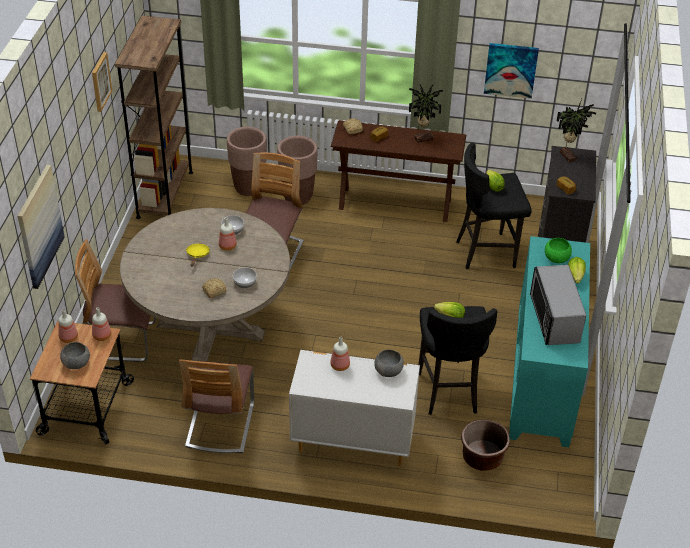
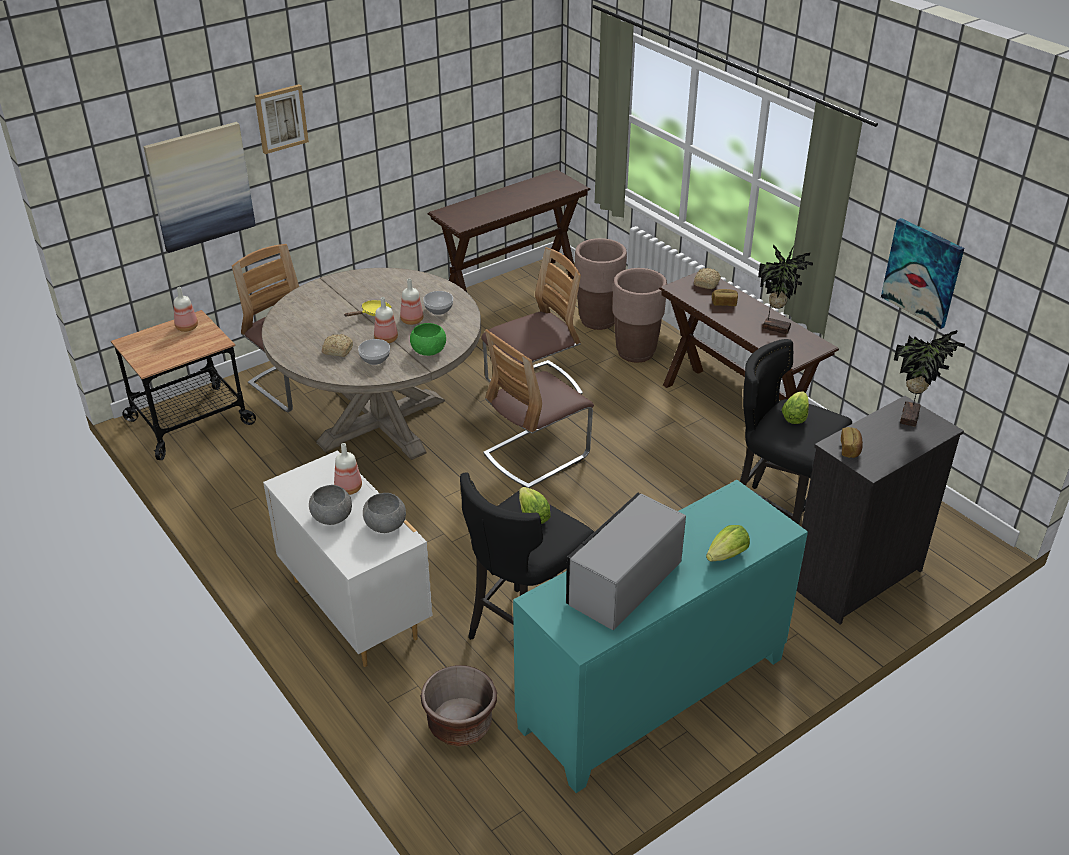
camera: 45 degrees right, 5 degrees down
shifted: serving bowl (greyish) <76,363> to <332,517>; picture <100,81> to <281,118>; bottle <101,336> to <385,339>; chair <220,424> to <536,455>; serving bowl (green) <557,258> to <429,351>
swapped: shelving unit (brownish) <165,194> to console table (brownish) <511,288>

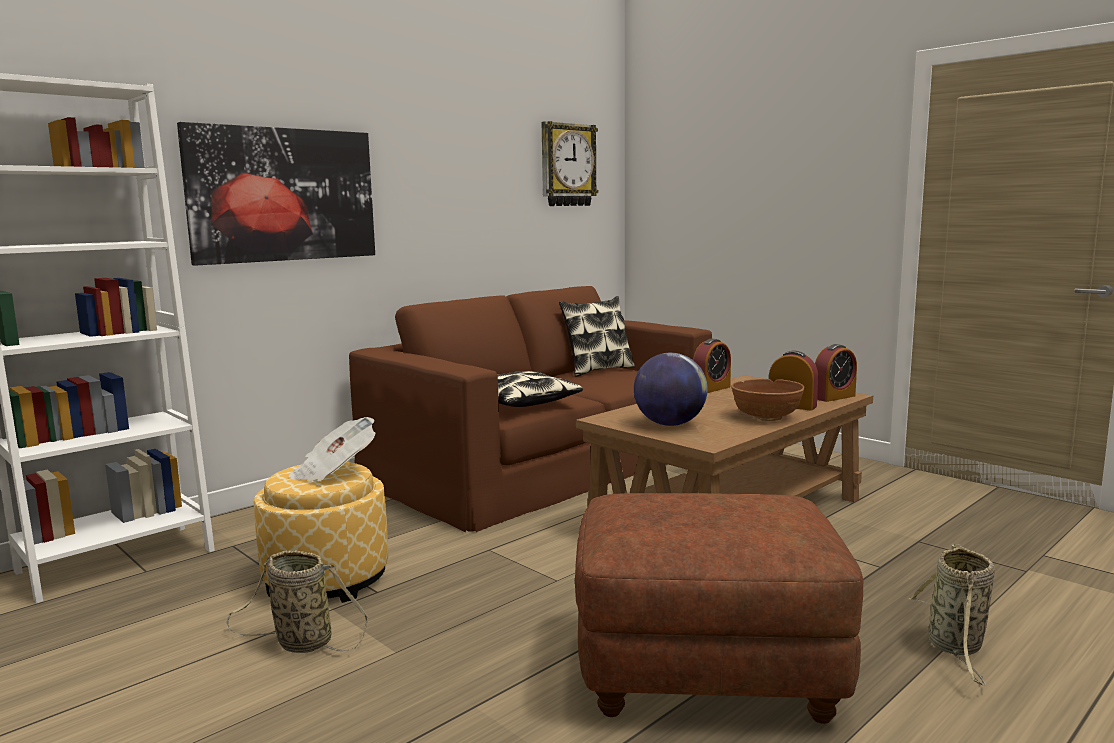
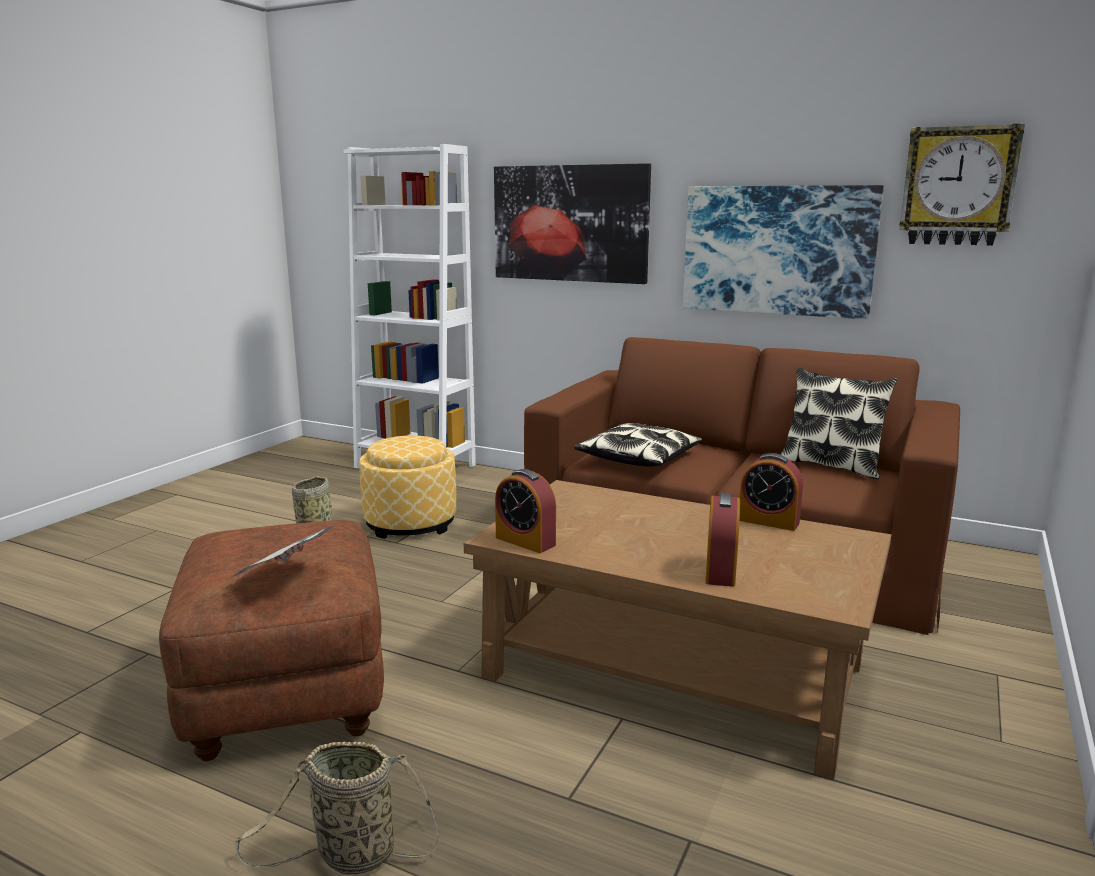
camera: 70 degrees right, 5 degrees up
gone: globe <669,424>; serving bowl (brownish) <766,417>
new: picture <777,250>
shifted: printed paper <334,472> to <283,578>; bedside clock <834,397> to <525,541>

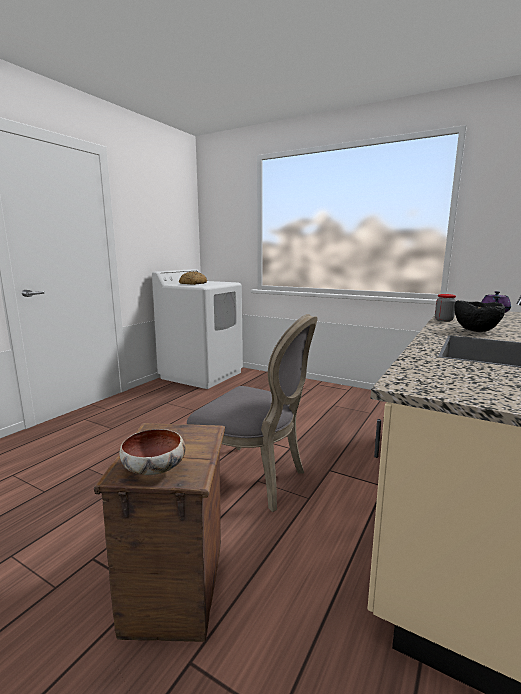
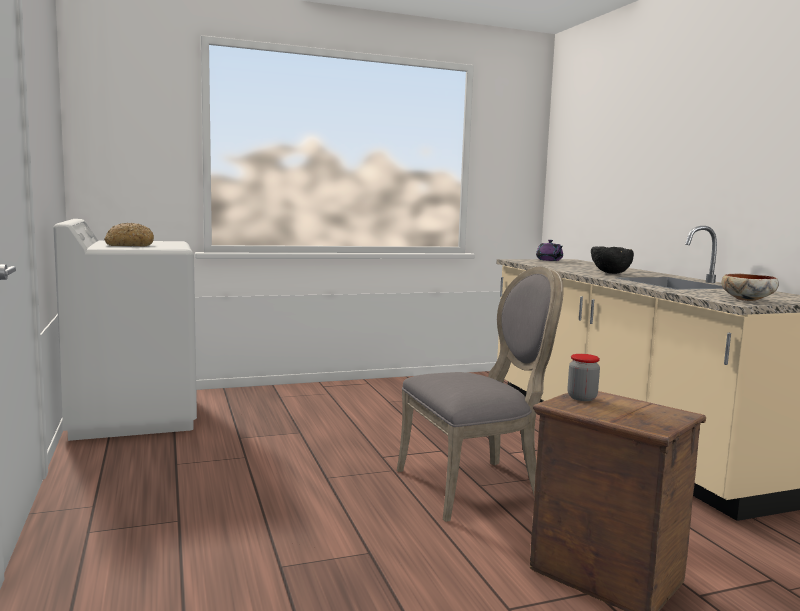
camera: 50 degrees left, 5 degrees down
shifted: serving bowl <155,469> to <748,300>; preserve jar <443,320> to <582,398>

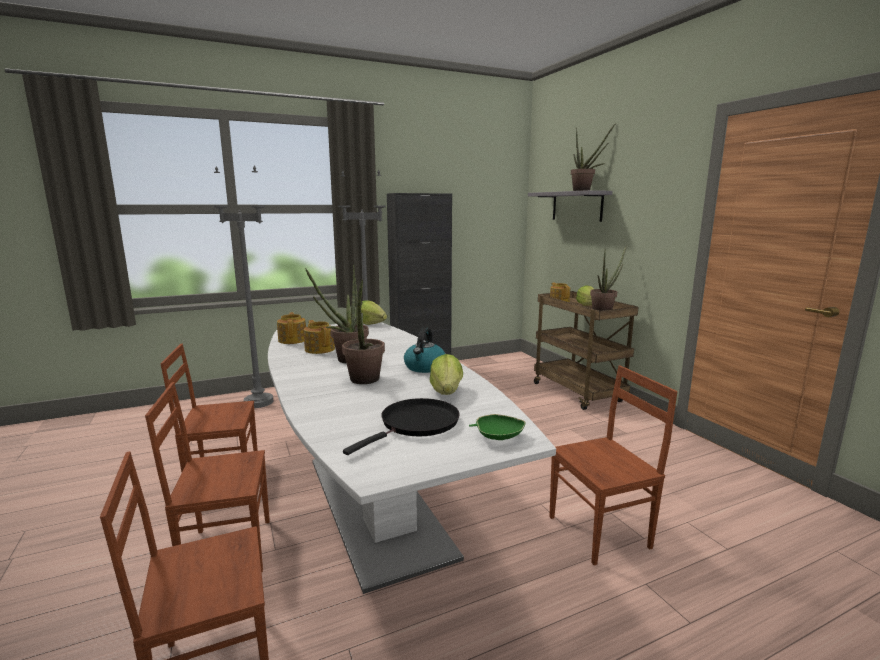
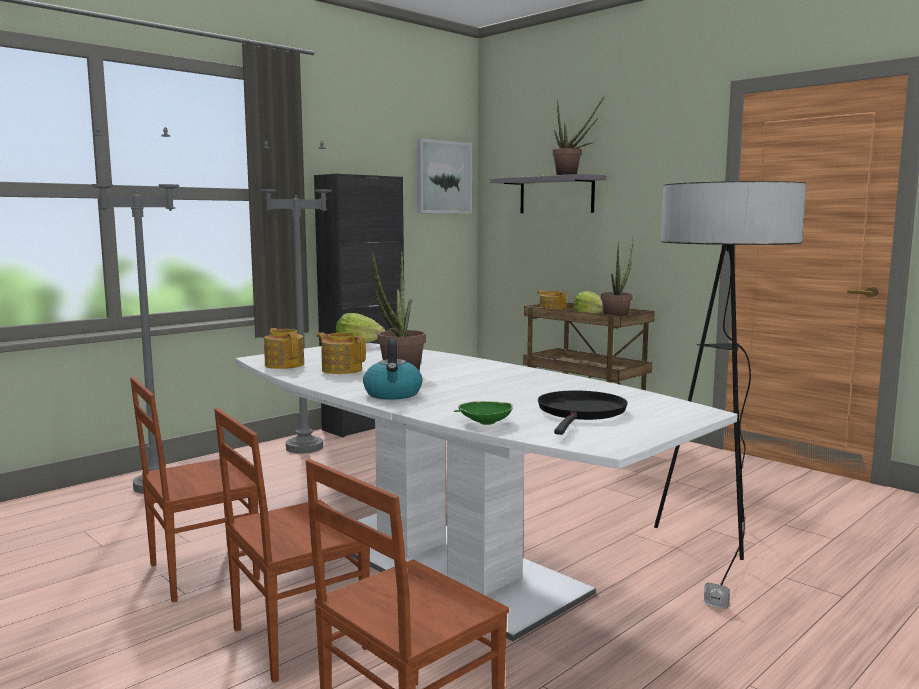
camera: 20 degrees left, 5 degrees down
gone: plant in a pot <365,381>; lettuce head <446,392>
new: picture <443,177>
shifted: kettle <425,367> to <393,394>; serving bowl (green) <497,437> to <484,423>
swapped: chair (brownish) <601,532> to floor lamp <712,546>

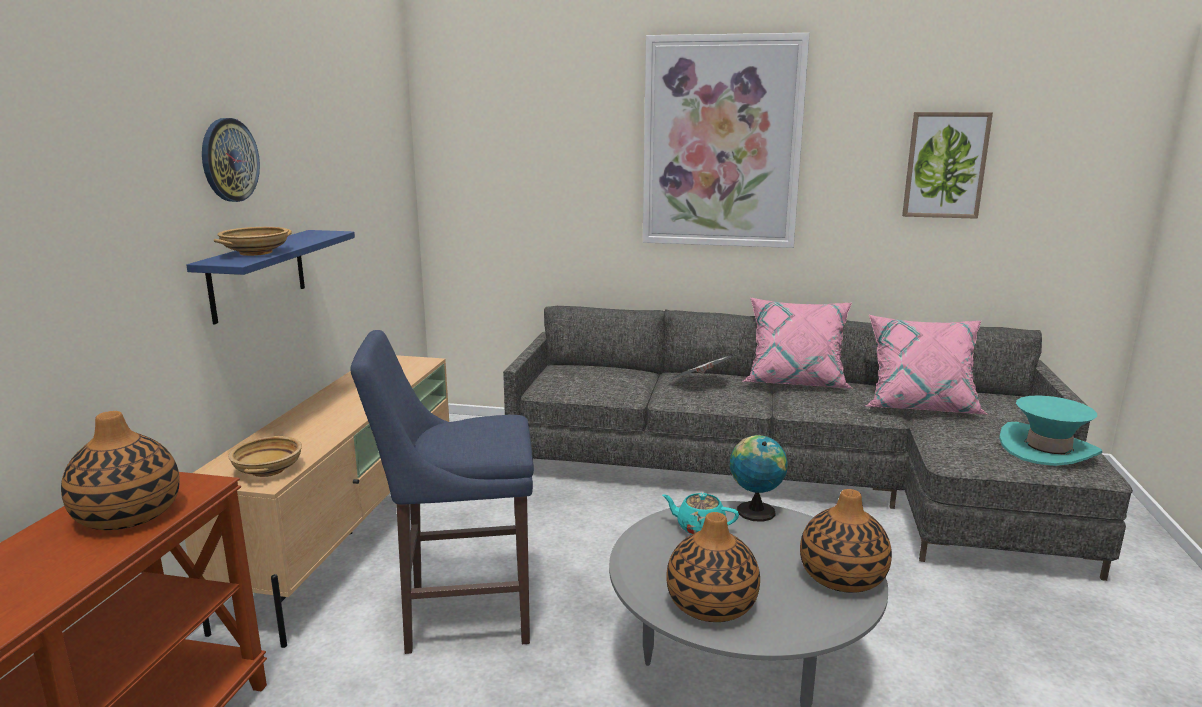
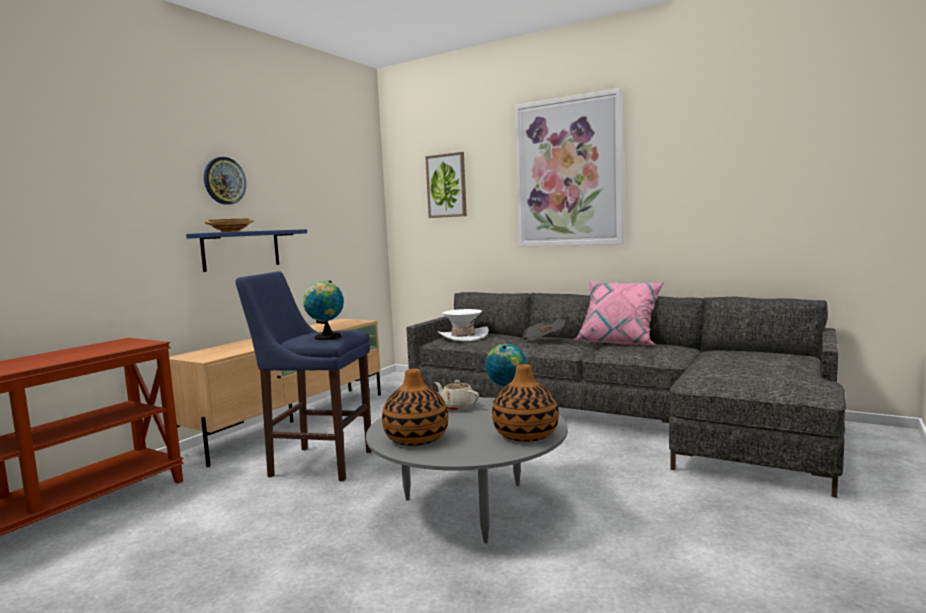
camera: 20 degrees right, 10 degrees down
gone: vase <127,515>; serving bowl (beige-coloured) <268,470>; throw pillow (pinkish) <920,405>; wearable hat (blue-green) <1048,449>
new: globe <325,337>; wearable hat (whitish) <463,336>
shifted: picture <945,165> to <446,185>
repainted: pot for tea (blue-green) <699,528> to pot for tea (beige-coloured) <457,407>

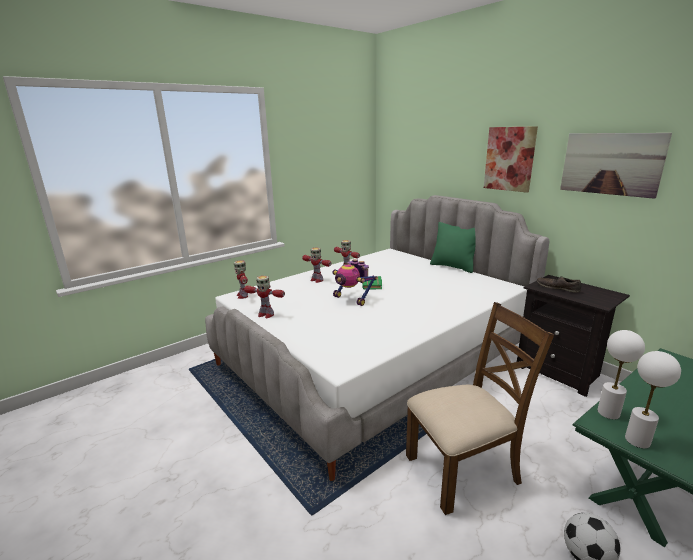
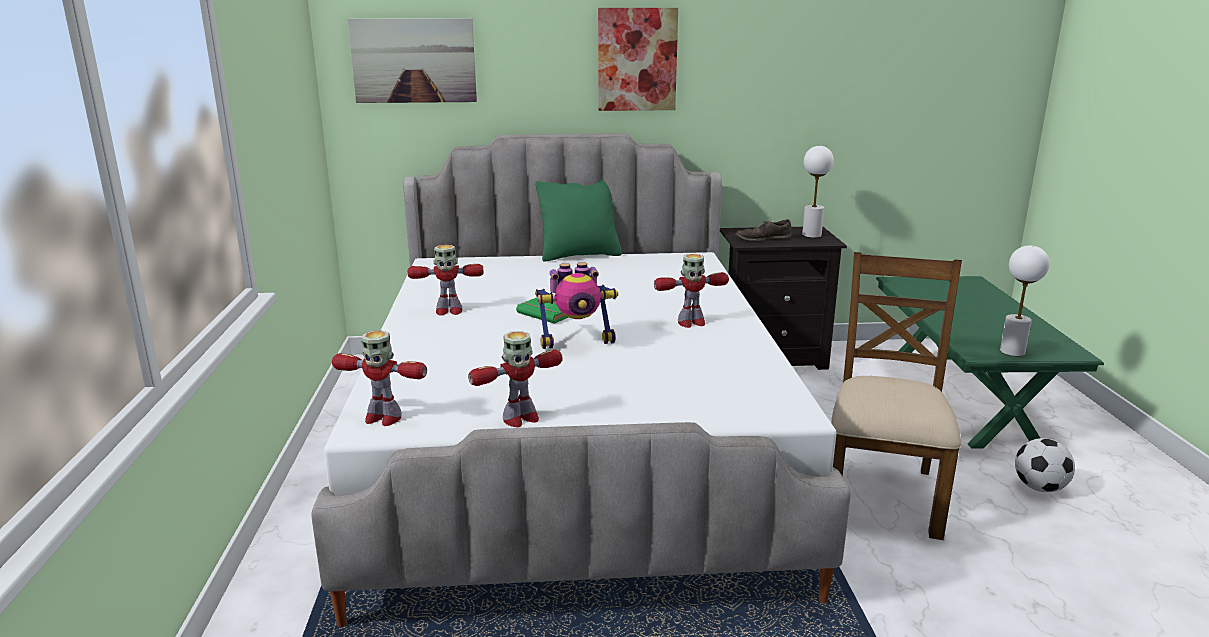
camera: 55 degrees left, 0 degrees up
shifted: toy robot <316,280> to <690,323>; picture <611,164> to <413,60>; tabletop lamp (whitish) <608,413> to <811,235>

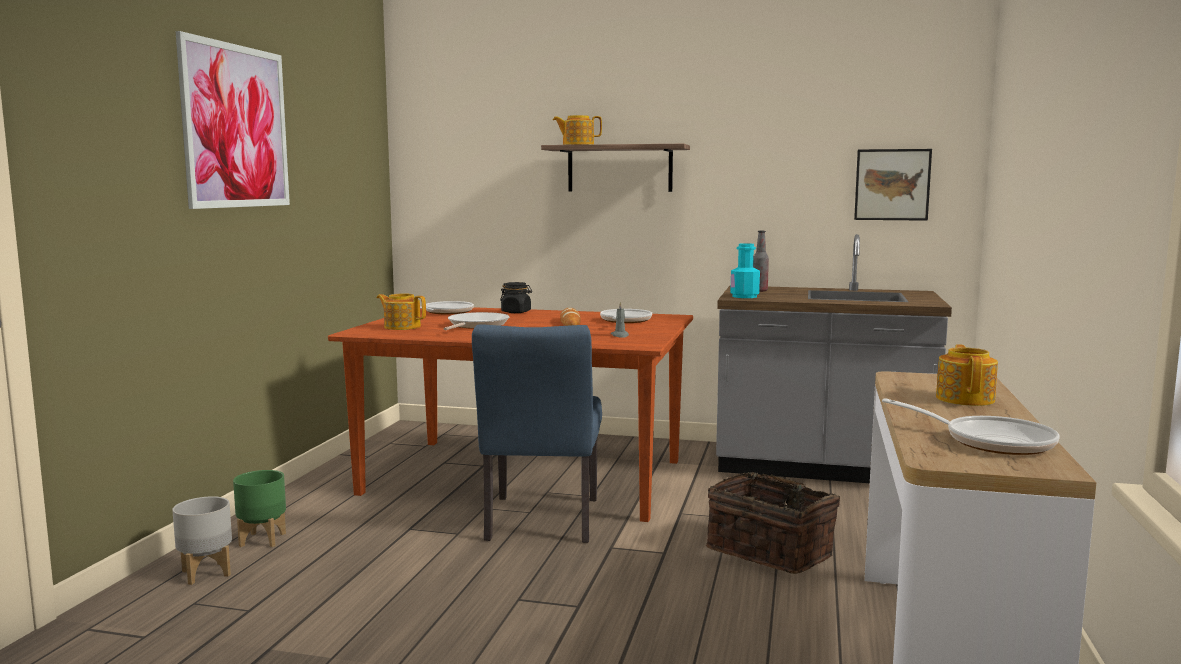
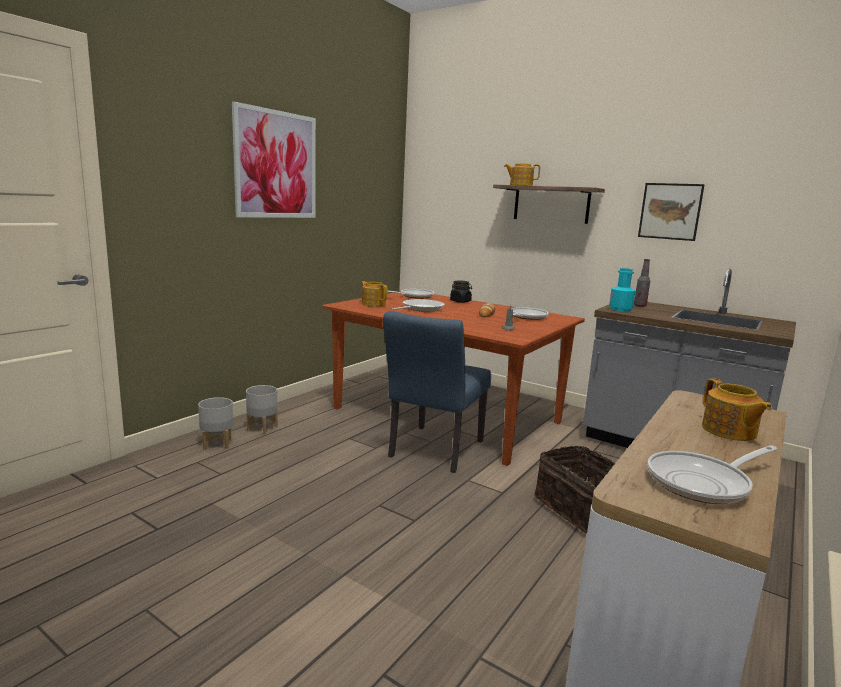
camera: 20 degrees right, 5 degrees up
shifted: picture <892,184> to <670,211>
repainted: planter (green) <263,539> to planter (greyish) <262,428>
rotated: frying pan <990,441> = <703,483> 90 degrees clockwise; pot for tea <965,399> = <729,431> 135 degrees clockwise

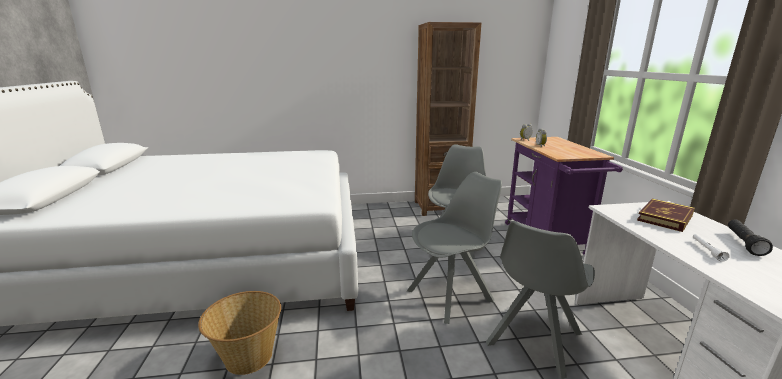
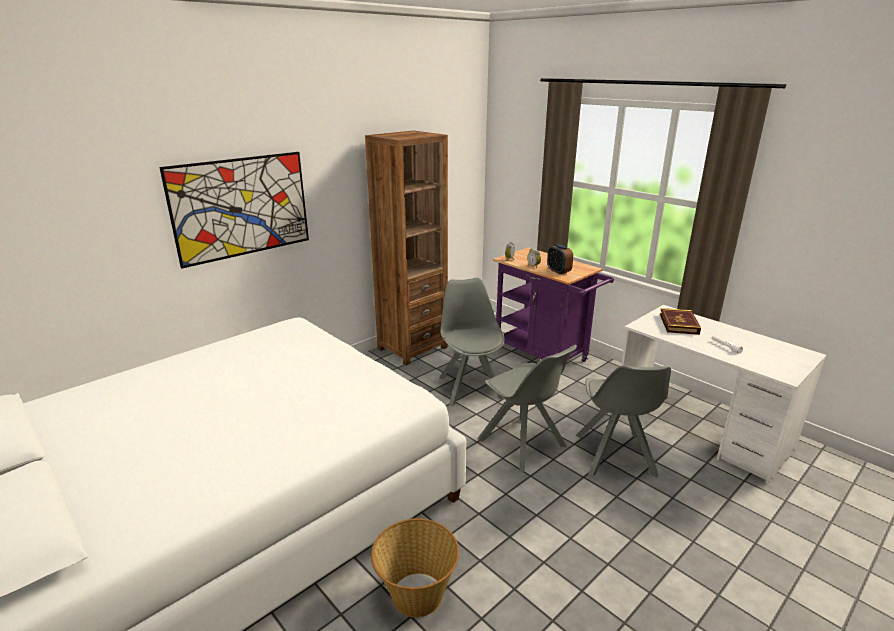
camera: 35 degrees left, 5 degrees up
gone: torch (black-coloured) <743,243>
new: picture <242,207>; bedside clock <558,271>
rotated: chair (greyish) <451,295> = <523,444> 120 degrees clockwise

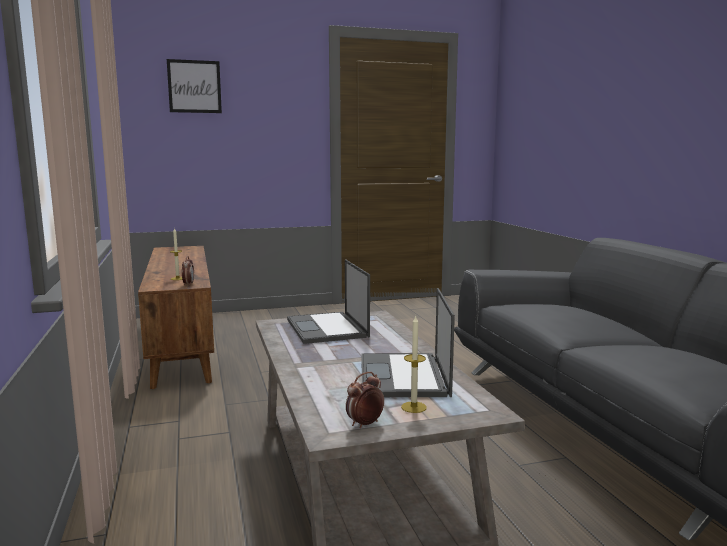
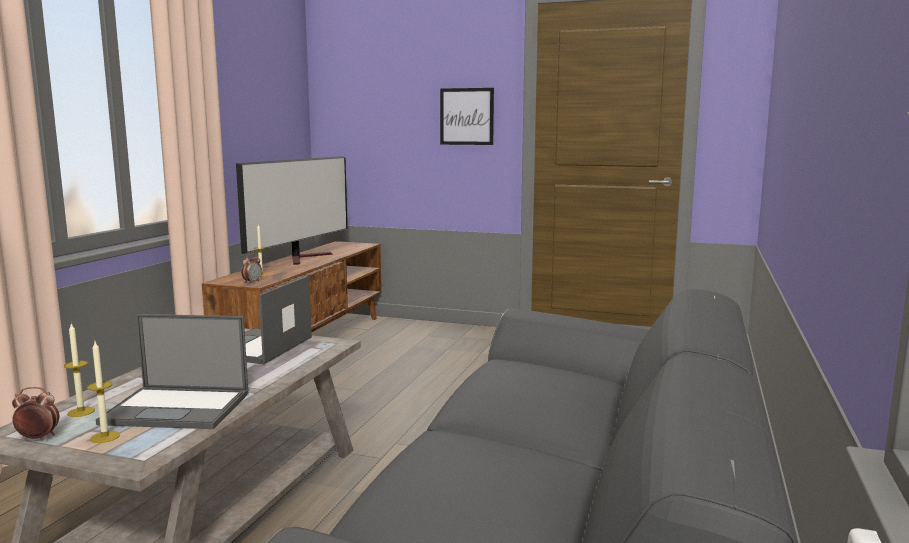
camera: 35 degrees right, 0 degrees up
new: wax light <81,412>; television <305,258>
shifted: picture <194,86> to <466,116>
rotated: notebook computer <403,376> = <179,408> 120 degrees counterclockwise

